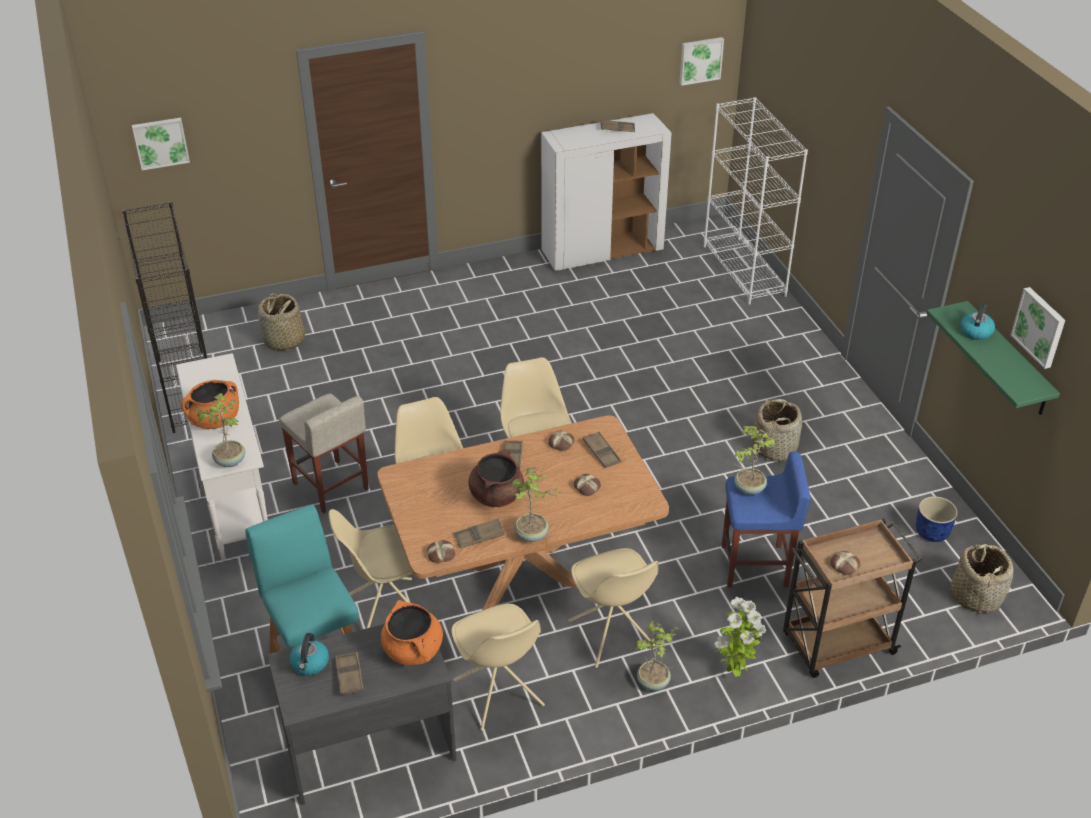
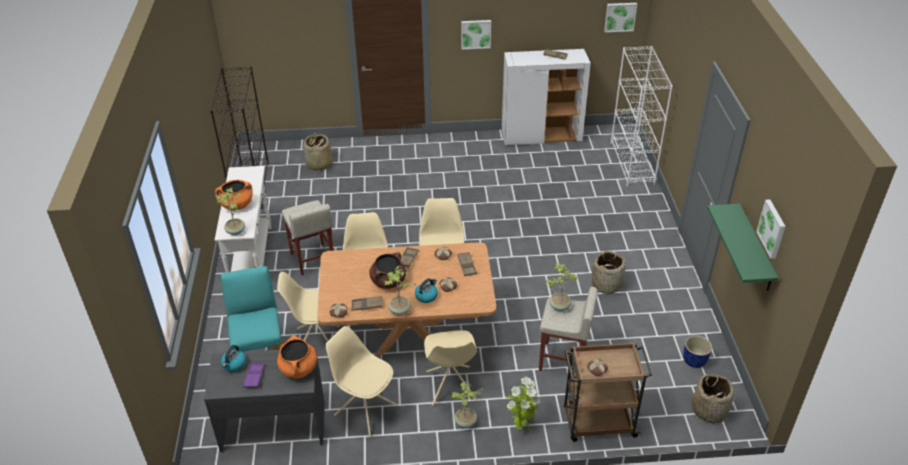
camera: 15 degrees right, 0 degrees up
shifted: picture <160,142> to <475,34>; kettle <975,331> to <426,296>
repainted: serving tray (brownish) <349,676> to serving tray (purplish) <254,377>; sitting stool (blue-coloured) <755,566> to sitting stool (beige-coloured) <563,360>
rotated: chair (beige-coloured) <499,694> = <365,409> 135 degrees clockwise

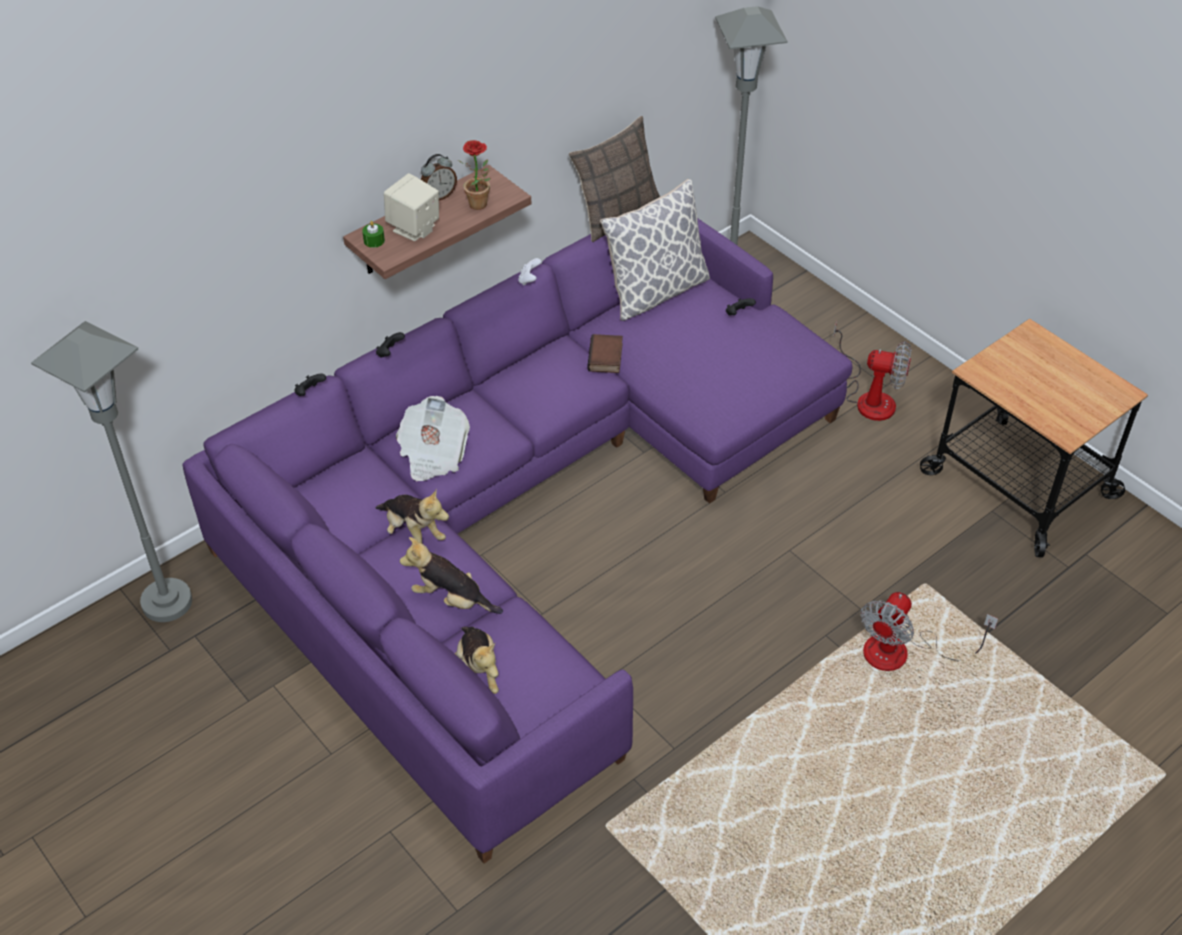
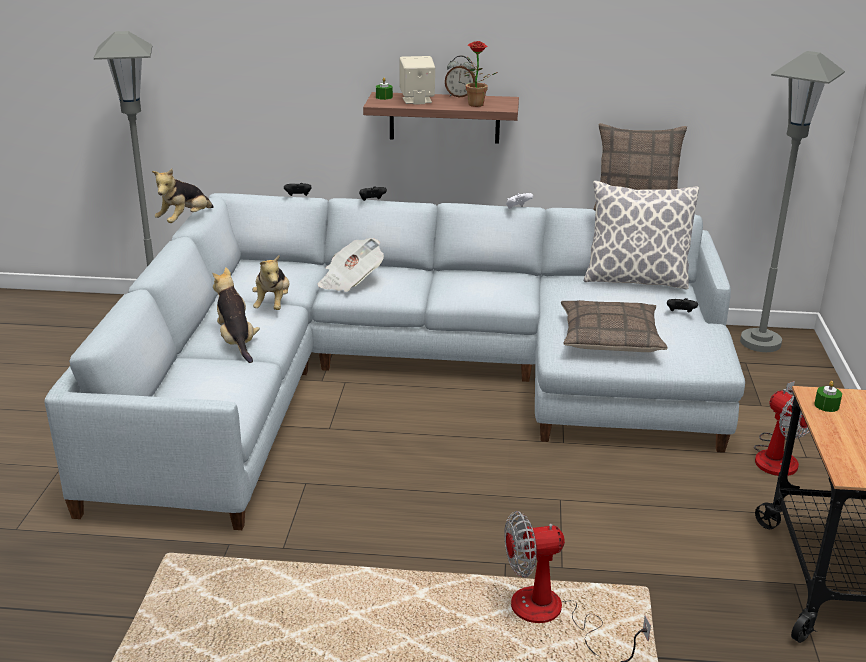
camera: 45 degrees right, 20 degrees down
gone: volume <606,358>
new: throw pillow <610,337>; wax light (green) <826,405>
shifted: soft toy <477,671> to <185,220>
repainted: sofa (purplish) <525,512> to sofa (greyish) <406,378>

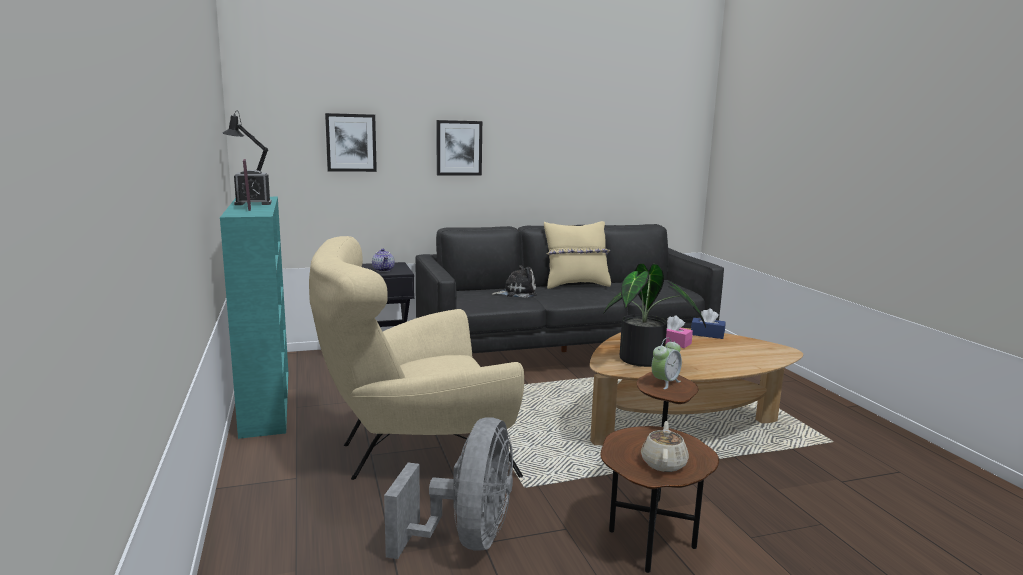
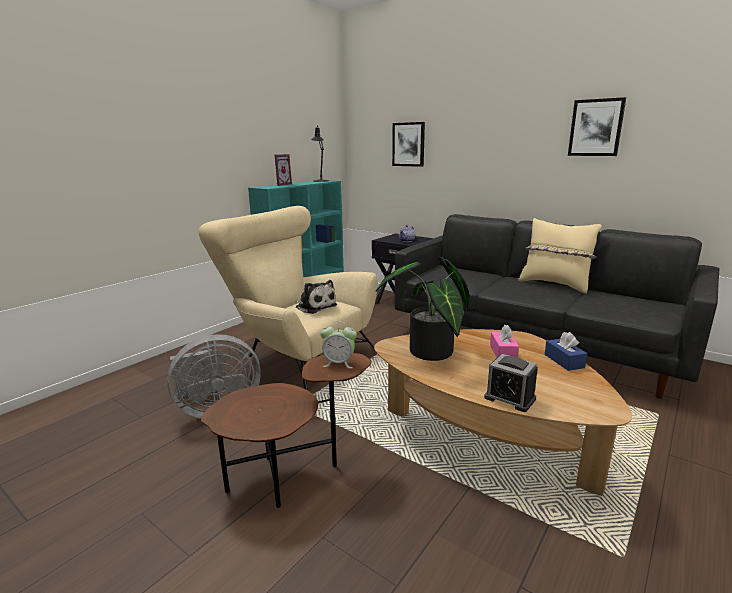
camera: 55 degrees right, 5 degrees up
gone: pot for tea (beige-coloured) <663,463>
shifted: bedside clock <253,203> to <509,398>; picture <459,148> to <596,128>; soft toy <517,293> to <315,306>

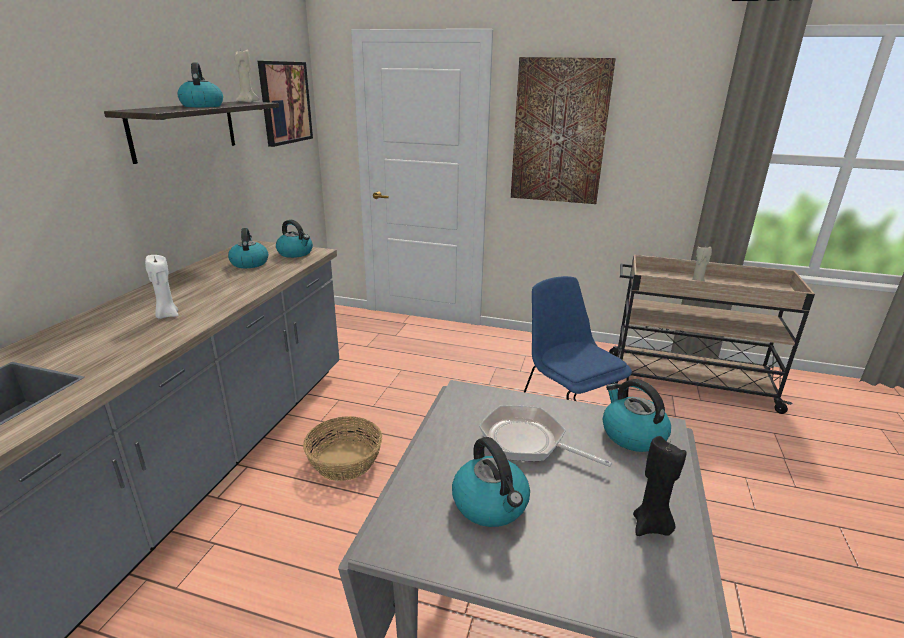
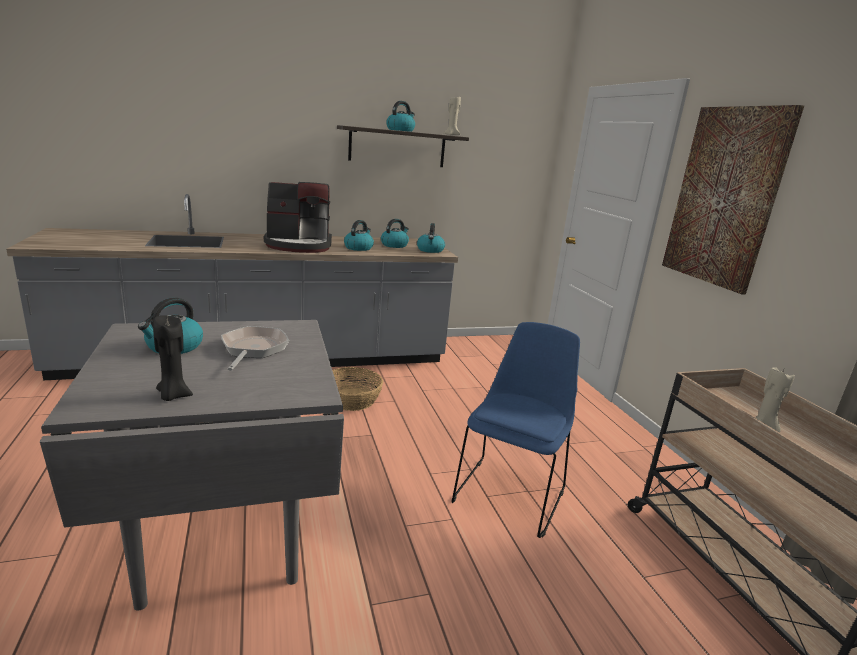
camera: 55 degrees right, 5 degrees down
gone: picture <285,103>
shifted: kettle <632,435> to <358,248>
swapped: wax light (whitish) <167,315> to coffee machine <299,245>

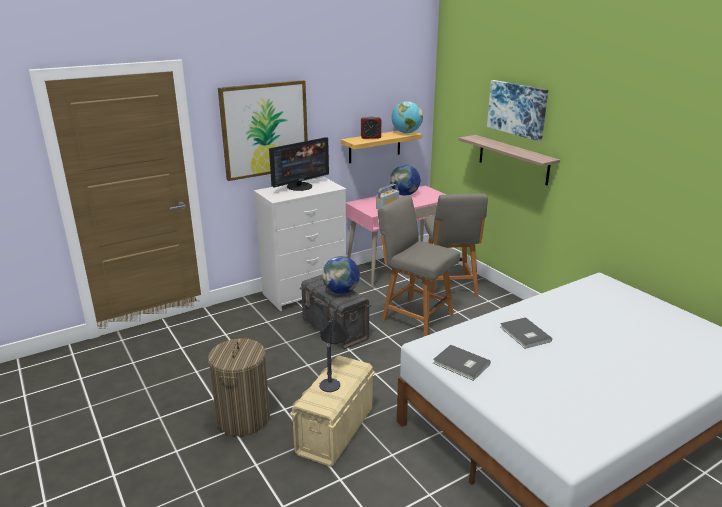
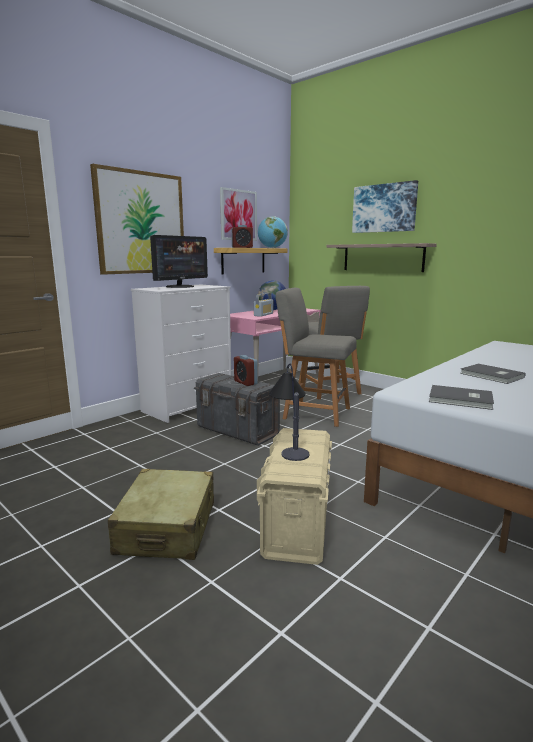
camera: 15 degrees left, 10 degrees down
new: picture <238,215>
swapped: laundry basket <243,418> to travel case (beige-coloured) <167,527>; globe <341,291> to bedside clock <245,382>

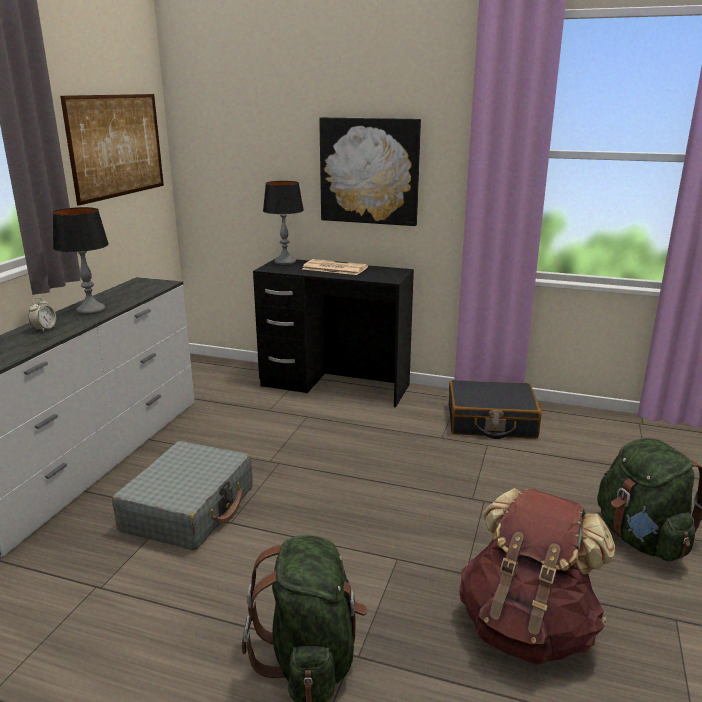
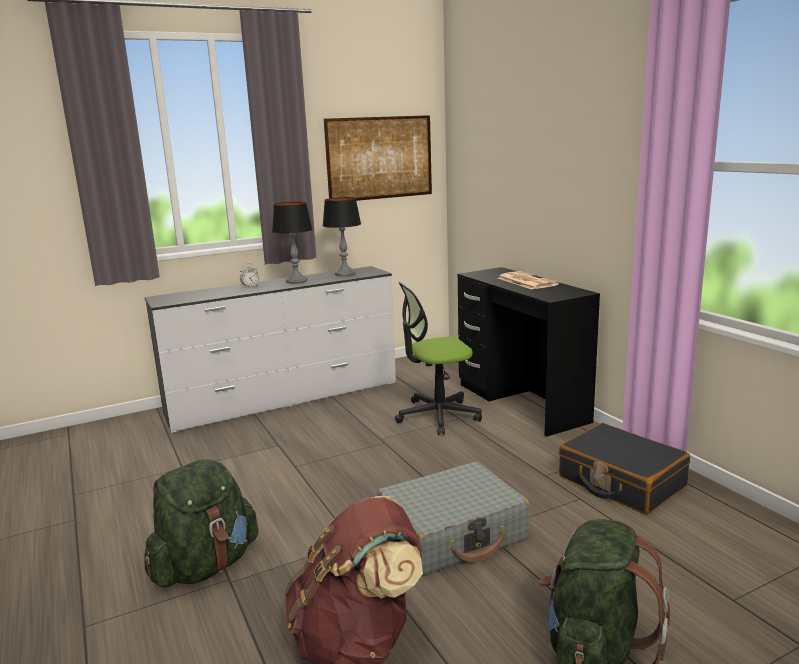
camera: 45 degrees right, 5 degrees down
gone: picture <369,171>
new: computer chair <437,416>
shifted: travel case (greyish) <189,509> to <453,533>; tabletop lamp <285,262> to <344,274>

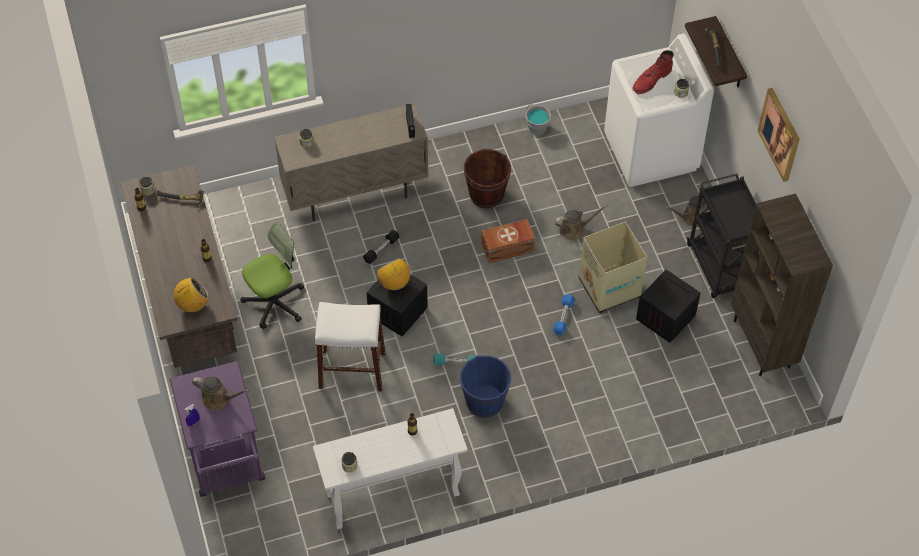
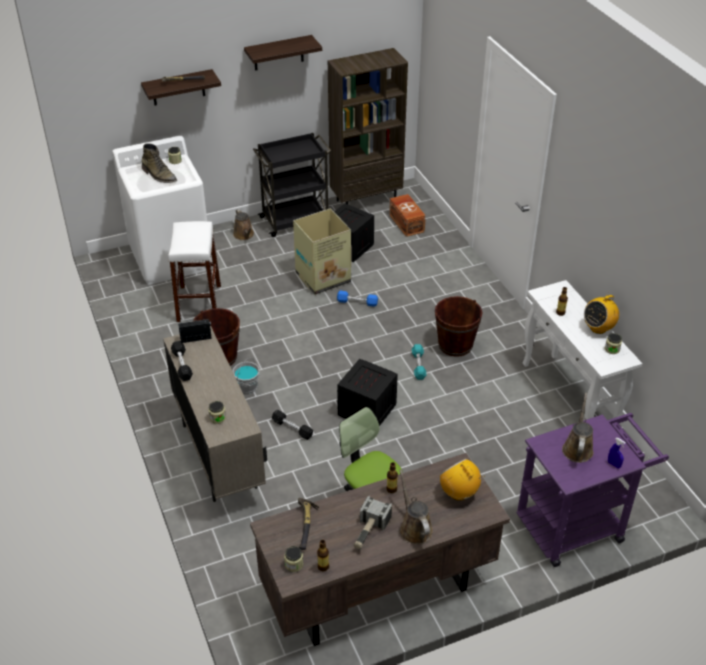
camera: 95 degrees left, 15 degrees down
new: dumbbell (black-coloured) <182,365>; hammer <368,531>
shifted: sitting stool (whitish) <352,370> to <199,303>; radio receiver <394,283> to <598,328>; storage box (brownish) <508,248> to <407,223>; bucket (greyish) <537,128> to <247,387>; watering pot (brownish) <574,229> to <414,528>
swapped: picture <780,134> to wall shelf <278,53>
repainted: bucket (blue-coloured) <484,401> to bucket (brownish) <455,345>; boot (red-coloured) <651,80> to boot (green) <159,176>

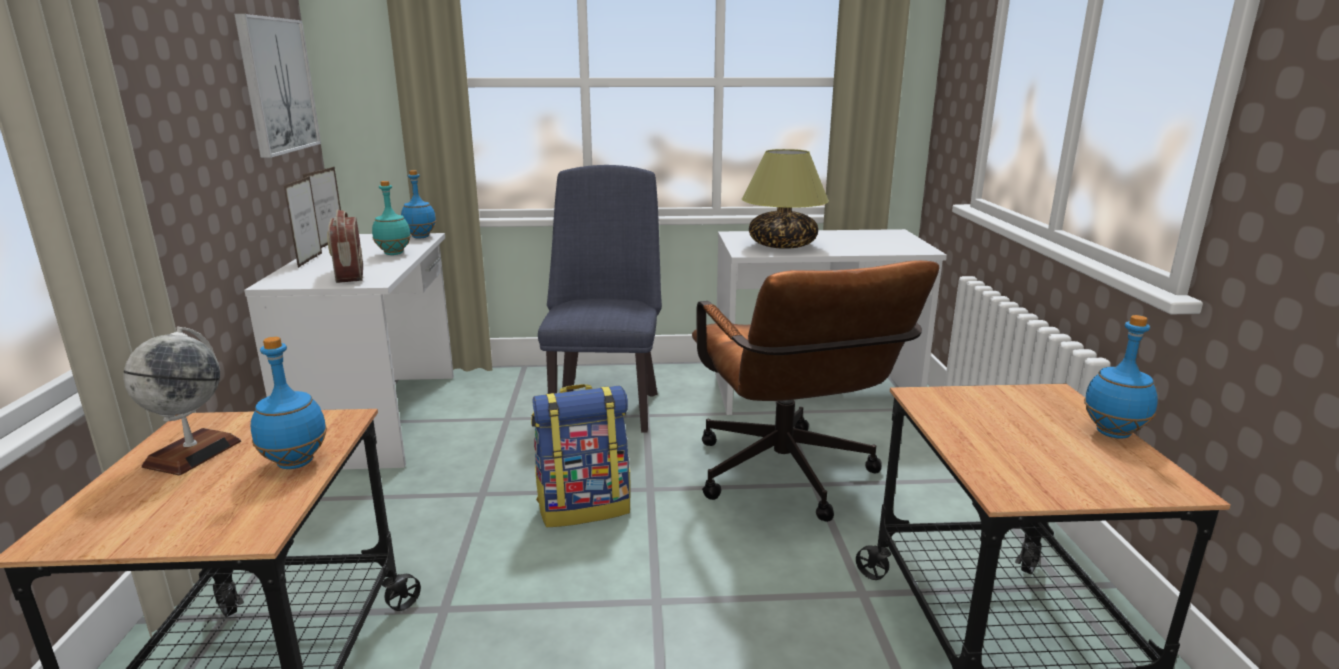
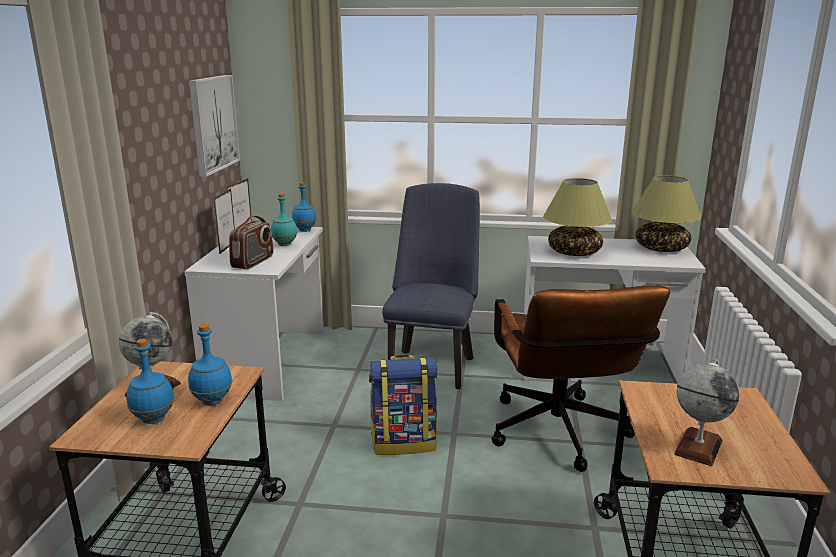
camera: 10 degrees right, 0 degrees up
new: tabletop lamp <660,248>; globe <698,447>
shifted: bottle (blue-coloured) <1111,433> to <153,419>
rotated: radio receiver <349,274> = <253,262> 150 degrees counterclockwise

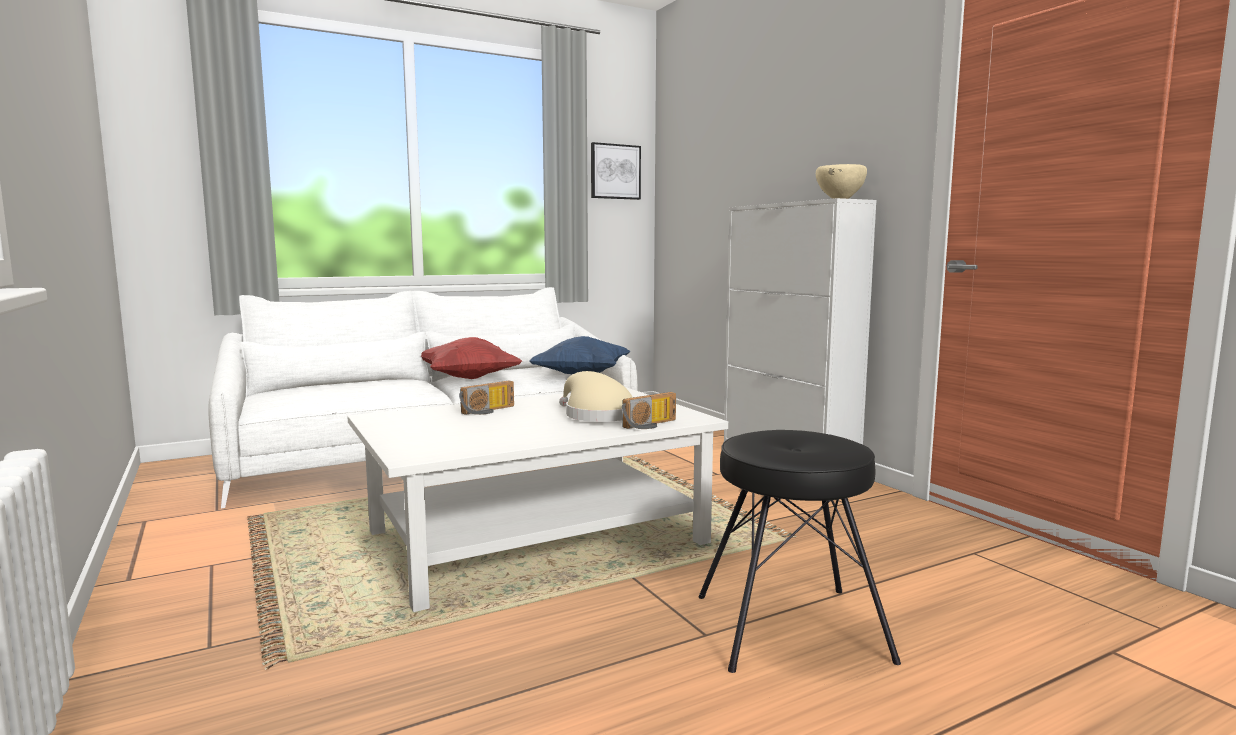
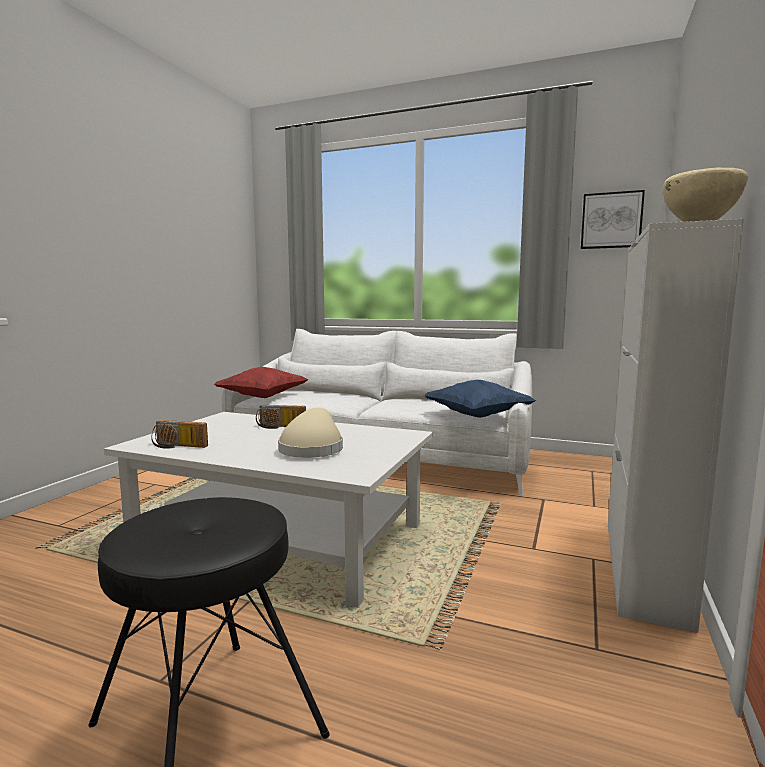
camera: 50 degrees right, 0 degrees up
shifted: throw pillow (red-coloured) <468,378> to <262,397>; radio receiver <651,425> to <177,446>

